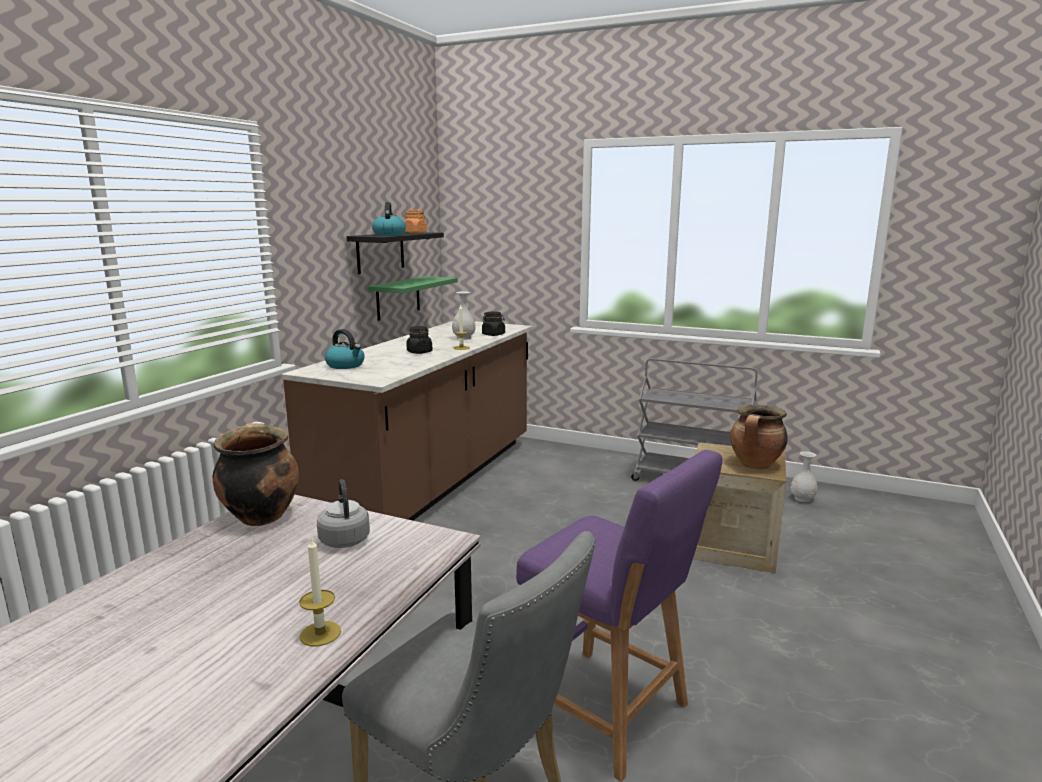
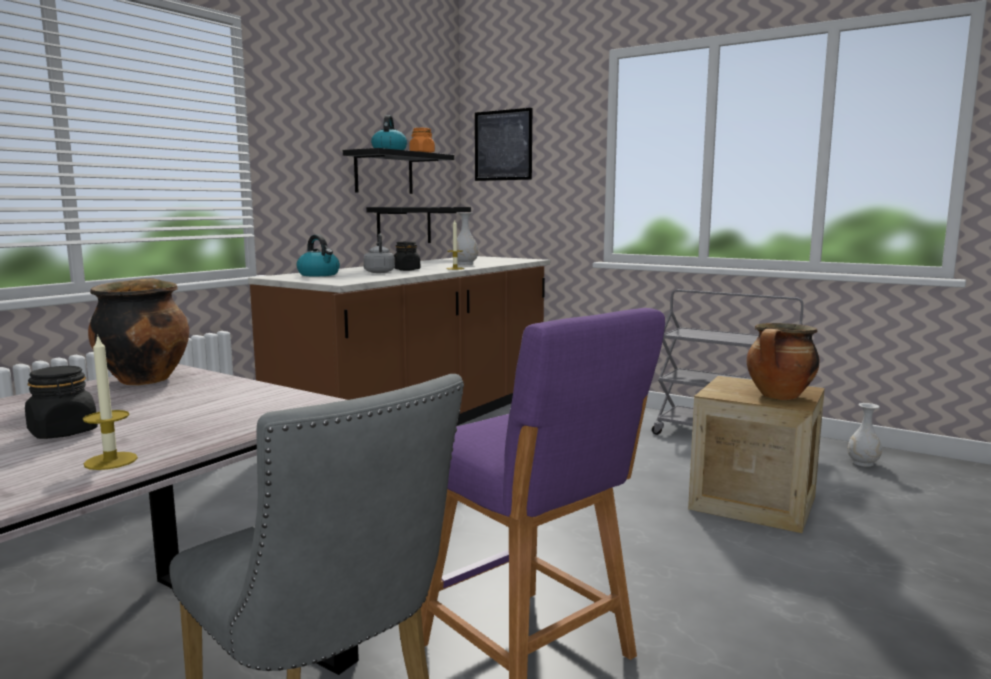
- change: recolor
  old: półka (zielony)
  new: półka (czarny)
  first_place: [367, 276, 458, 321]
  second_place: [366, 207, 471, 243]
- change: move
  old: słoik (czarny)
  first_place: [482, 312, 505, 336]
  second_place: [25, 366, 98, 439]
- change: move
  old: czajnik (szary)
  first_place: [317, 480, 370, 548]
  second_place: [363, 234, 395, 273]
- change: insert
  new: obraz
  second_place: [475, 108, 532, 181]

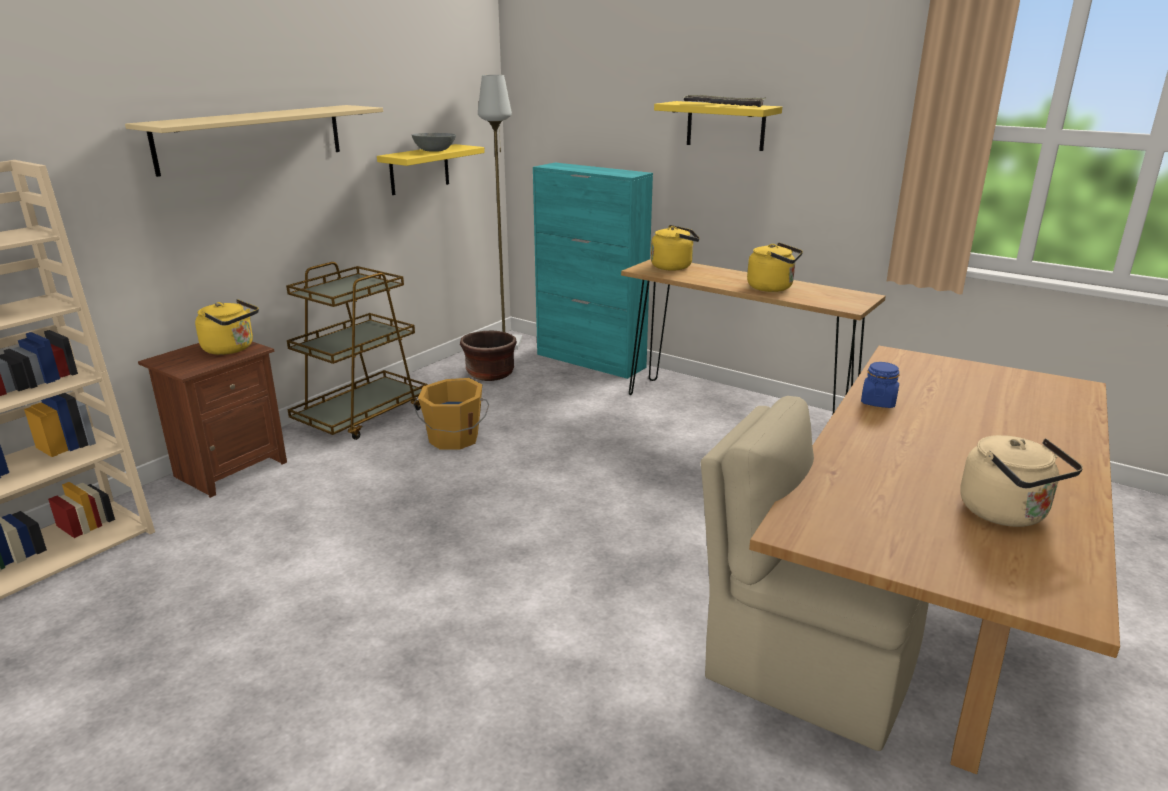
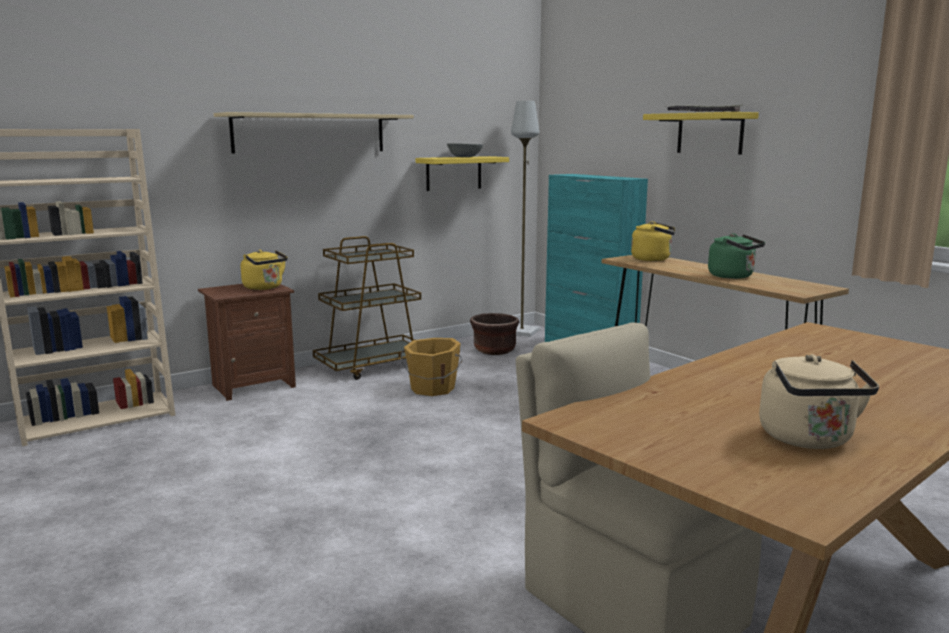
- change: recolor
  old: czajnik (żółty)
  new: czajnik (zielony)
  first_place: [747, 242, 803, 292]
  second_place: [708, 233, 765, 279]
- change: delete
  old: słoik (niebieski)
  first_place: [861, 362, 900, 408]

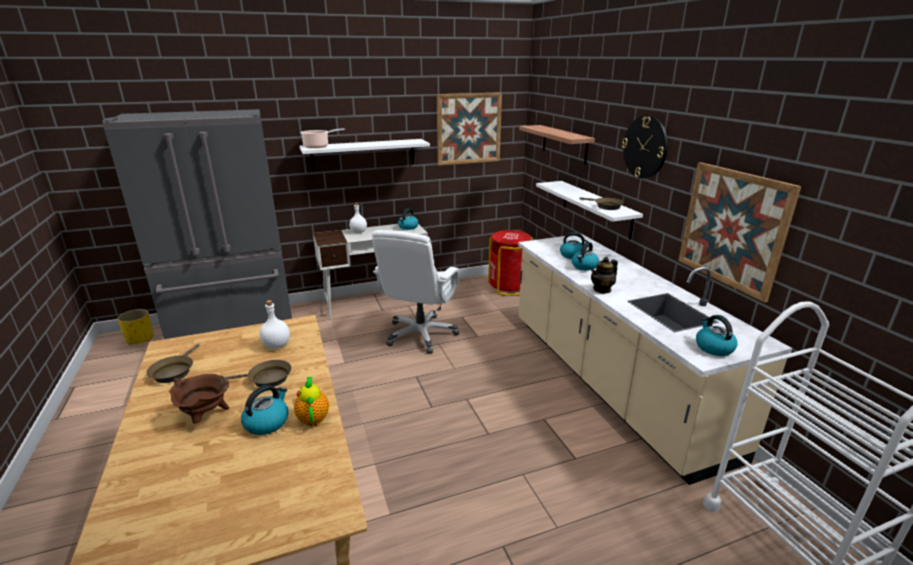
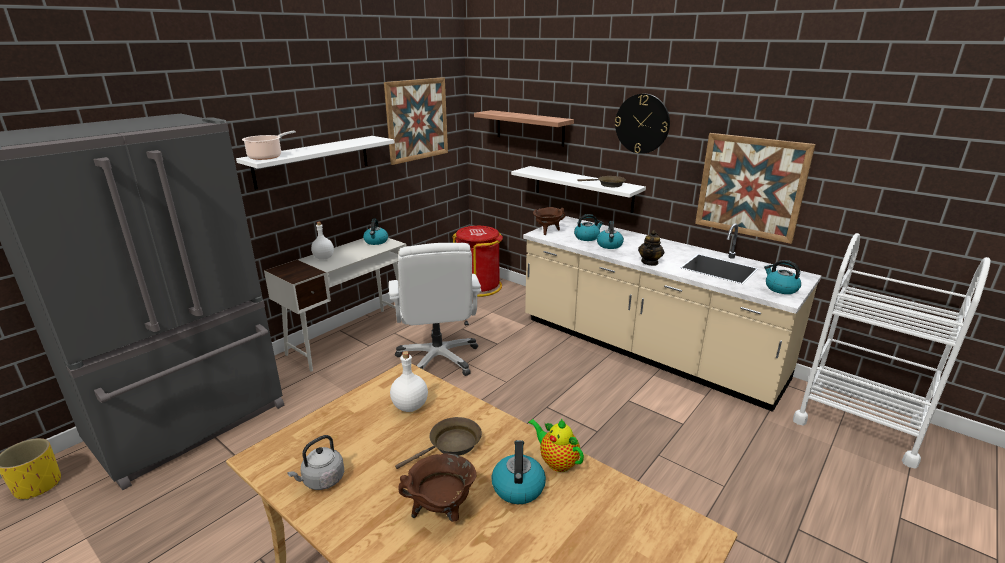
- change: replace
  old: patelnia (brązowy)
  new: czajnik (szary)
  first_place: [147, 344, 200, 383]
  second_place: [287, 435, 344, 490]
- change: insert
  new: garnek (brązowy)
  second_place: [533, 207, 565, 235]

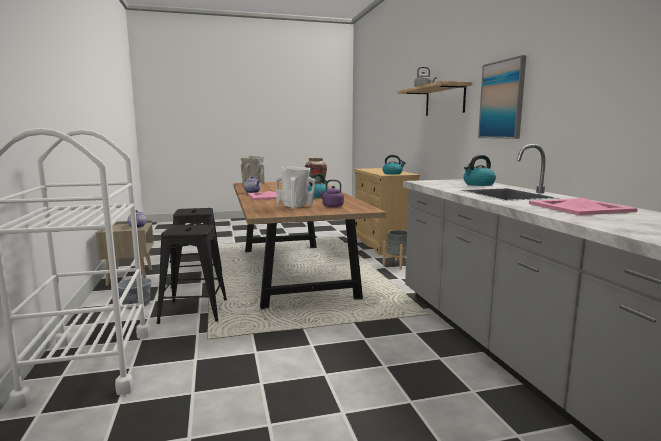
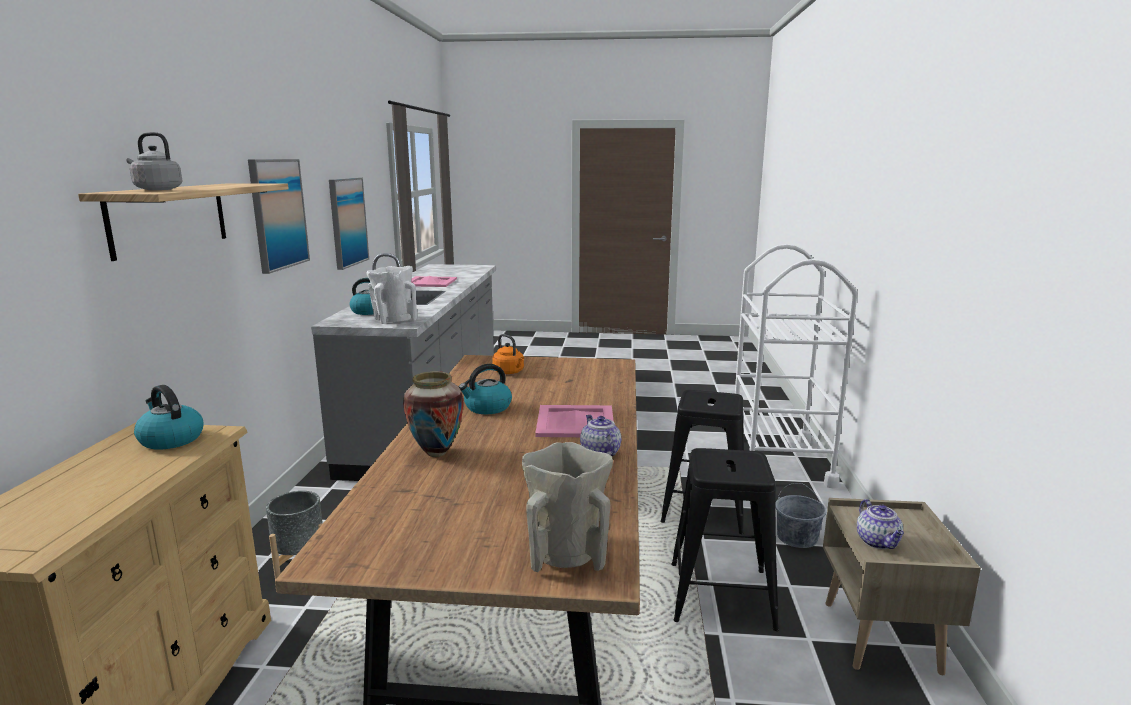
- change: move
  old: wazon (biały)
  first_place: [276, 166, 315, 209]
  second_place: [367, 266, 417, 324]
- change: recolor
  old: czajnik (fioletowy)
  new: czajnik (pomarańczowy)
  first_place: [318, 180, 344, 207]
  second_place: [492, 334, 524, 374]
- change: insert
  new: obraz
  second_place: [329, 177, 369, 270]

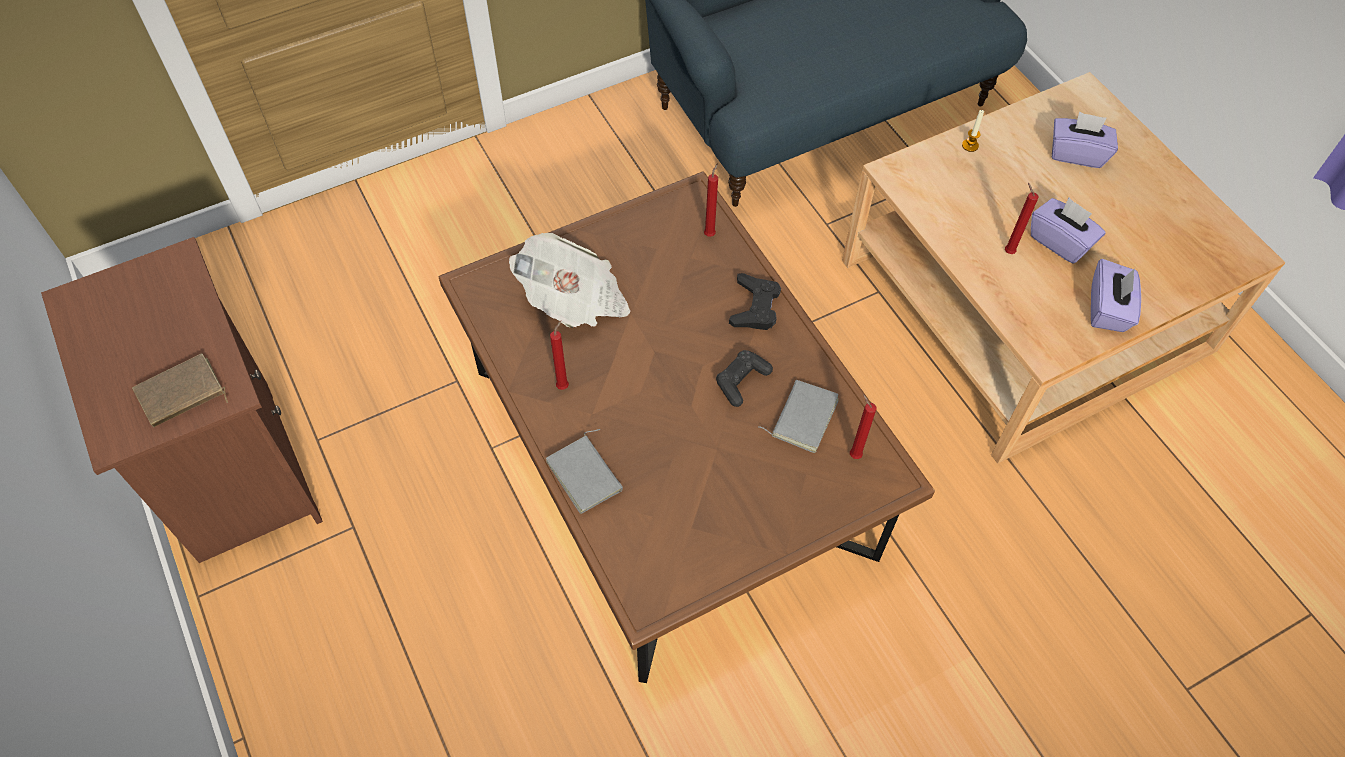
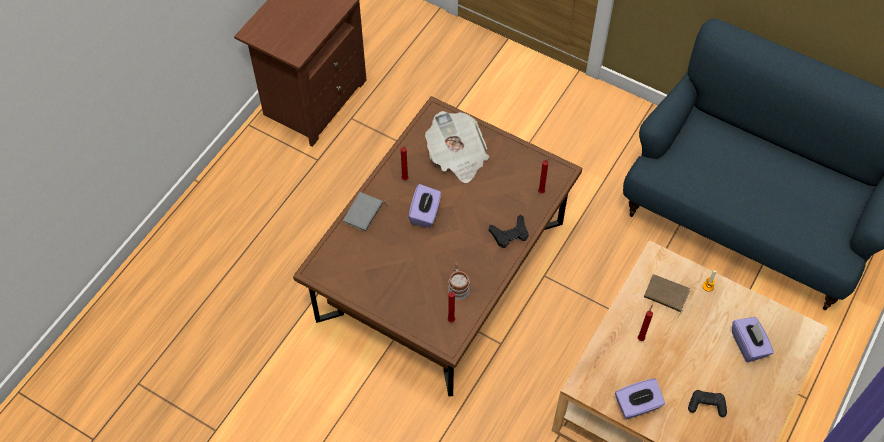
- change: move
  old: pudełko chusteczek (fioletowy)
  first_place: [1031, 198, 1106, 264]
  second_place: [408, 184, 441, 228]
- change: move
  old: pad do gier (czarny)
  first_place: [716, 350, 773, 407]
  second_place: [688, 390, 727, 417]
- change: move
  old: książka (brązowy)
  first_place: [132, 354, 228, 427]
  second_place: [644, 274, 690, 318]
- change: replace
  old: książka (szary)
  new: kubek
  first_place: [758, 380, 839, 453]
  second_place: [448, 263, 470, 300]

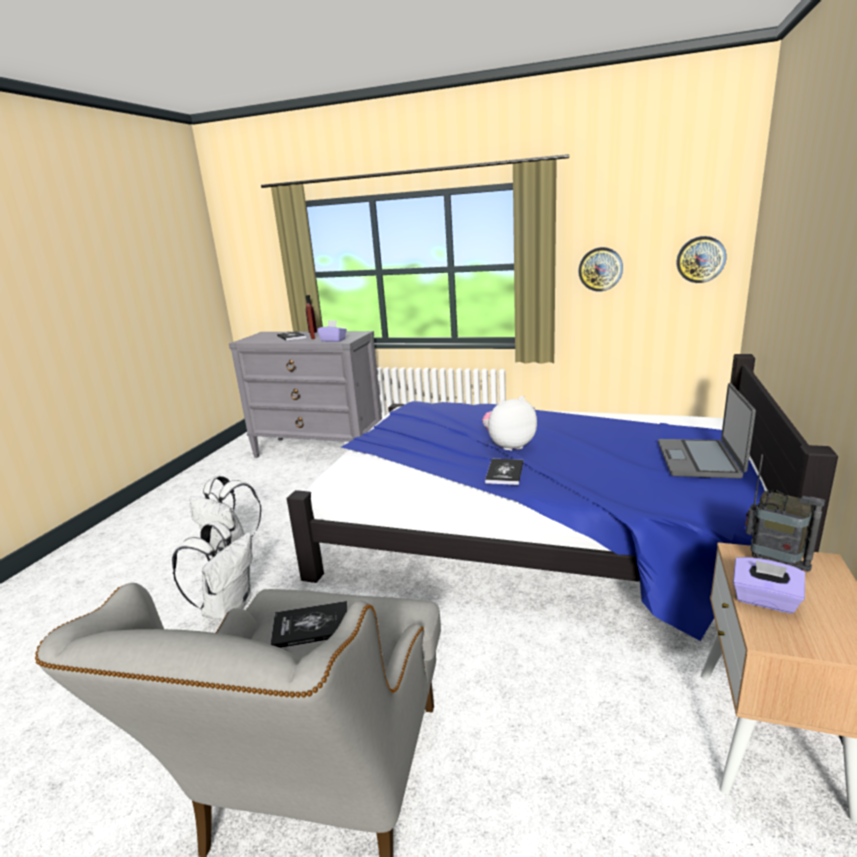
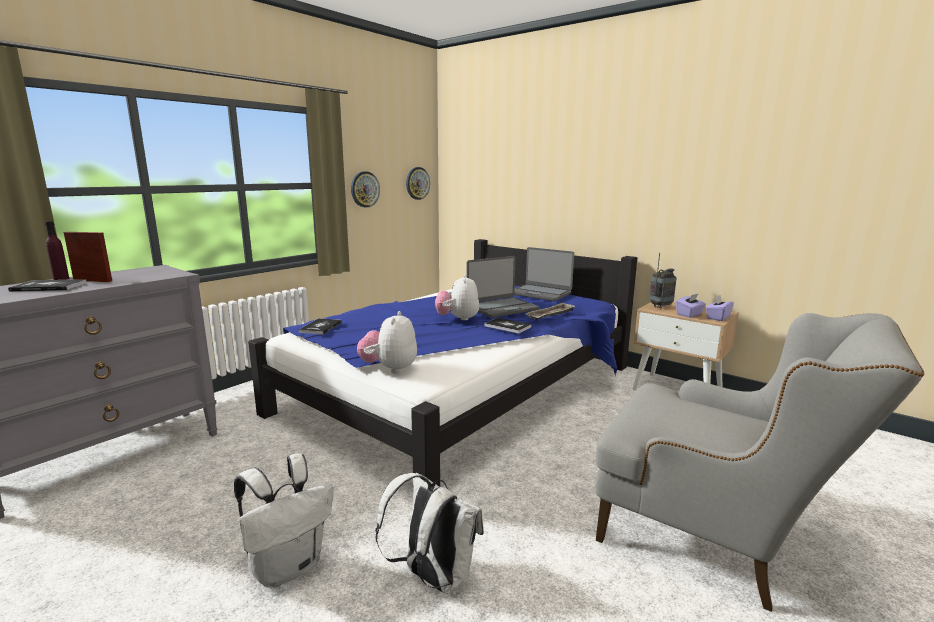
- change: move
  old: pudełko chusteczek (fioletowy)
  first_place: [317, 320, 347, 342]
  second_place: [706, 295, 734, 321]
- change: move
  old: książka
  first_place: [270, 601, 348, 648]
  second_place: [299, 318, 342, 335]
- change: insert
  new: laptop
  second_place: [467, 256, 539, 318]
- change: insert
  new: taca
  second_place: [526, 302, 575, 320]
- change: insert
  new: pluszak
  second_place: [357, 311, 417, 374]

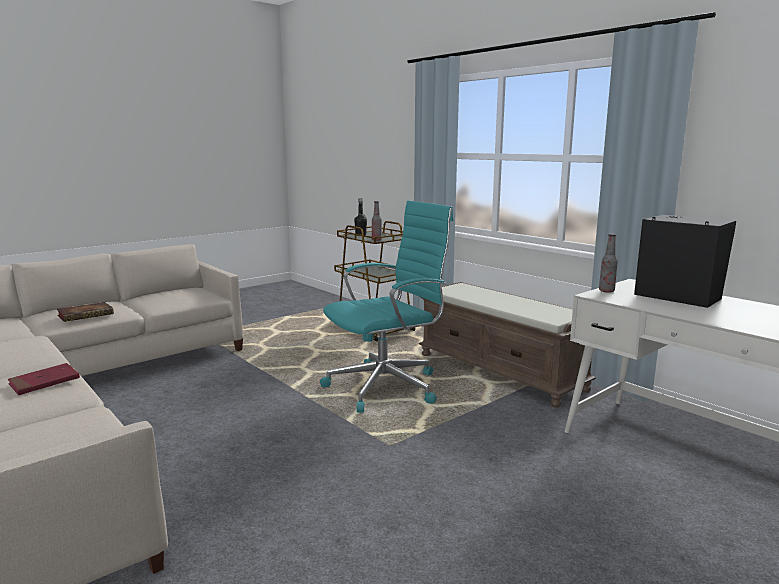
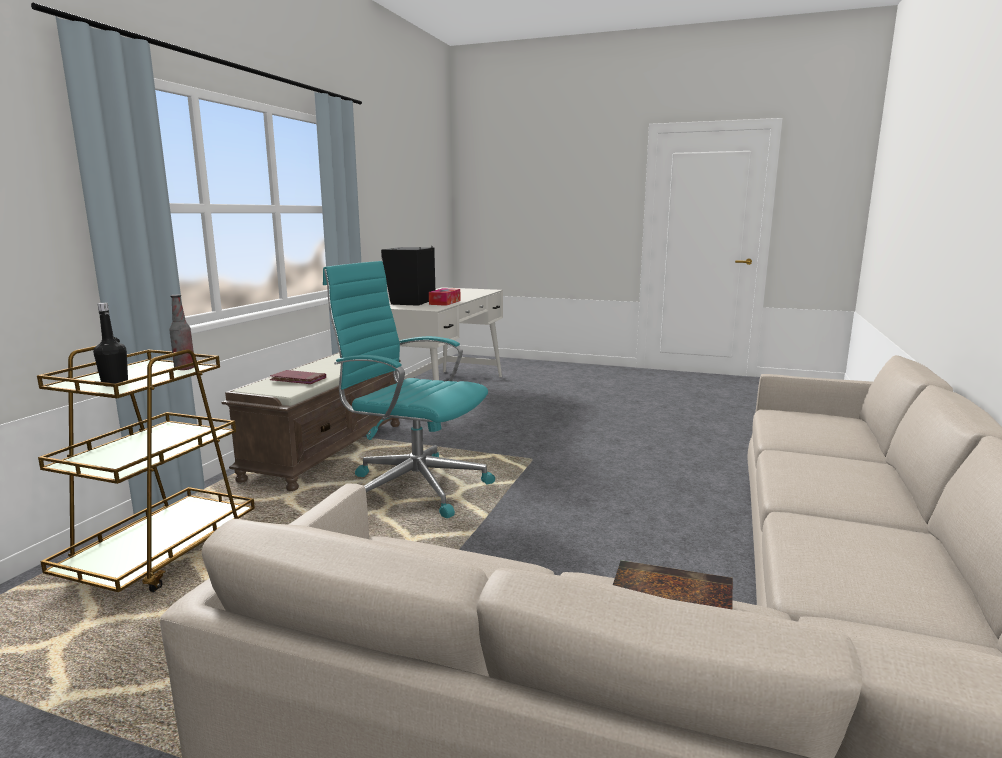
- change: delete
  old: butelka
  first_place: [599, 234, 618, 293]
- change: move
  old: książka (czerwony)
  first_place: [8, 363, 80, 395]
  second_place: [270, 370, 326, 384]
- change: insert
  new: pudełko chusteczek
  second_place: [429, 288, 461, 306]

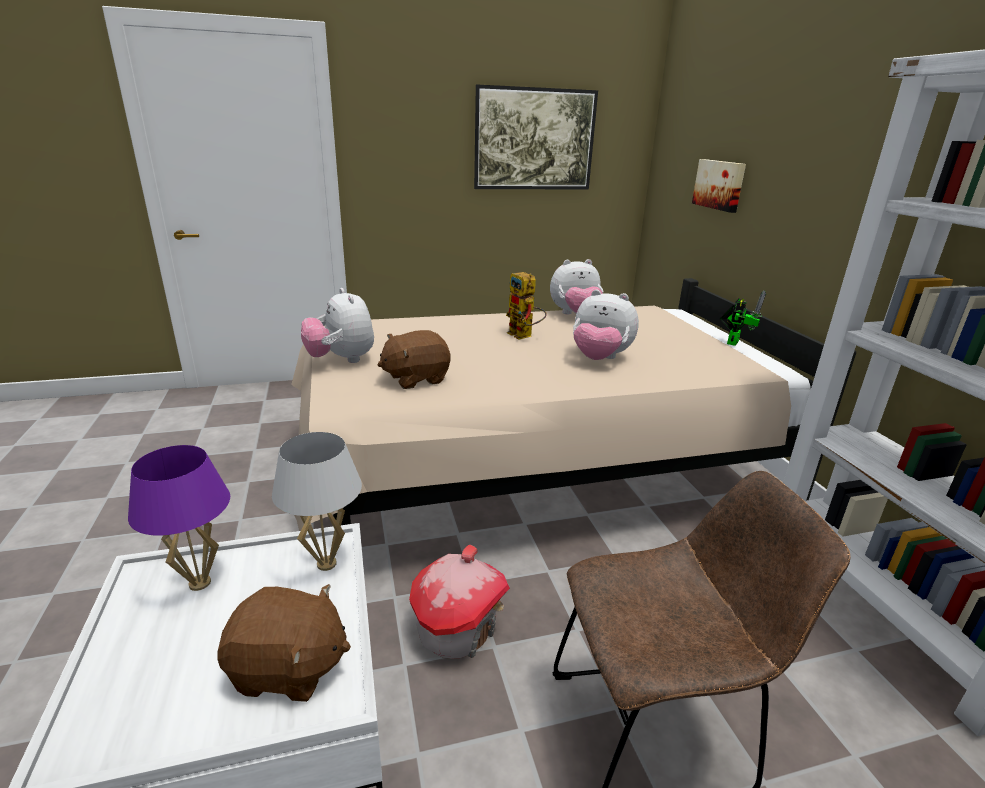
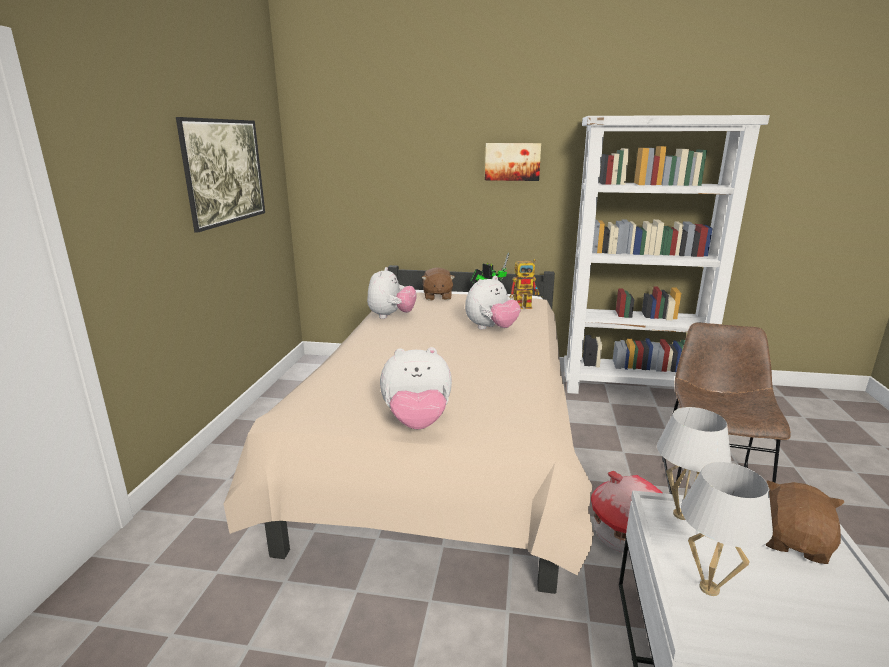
- change: move
  old: obraz
  first_place: [692, 159, 746, 213]
  second_place: [485, 143, 541, 181]
- change: move
  old: robot zabawkowy
  first_place: [506, 272, 547, 339]
  second_place: [510, 259, 539, 309]
- change: move
  old: pluszak (brązowy)
  first_place: [377, 330, 451, 389]
  second_place: [422, 267, 455, 300]
- change: recolor
  old: lampa stołowa (fioletowy)
  new: lampa stołowa (biały)
  first_place: [128, 445, 230, 591]
  second_place: [681, 462, 773, 596]

